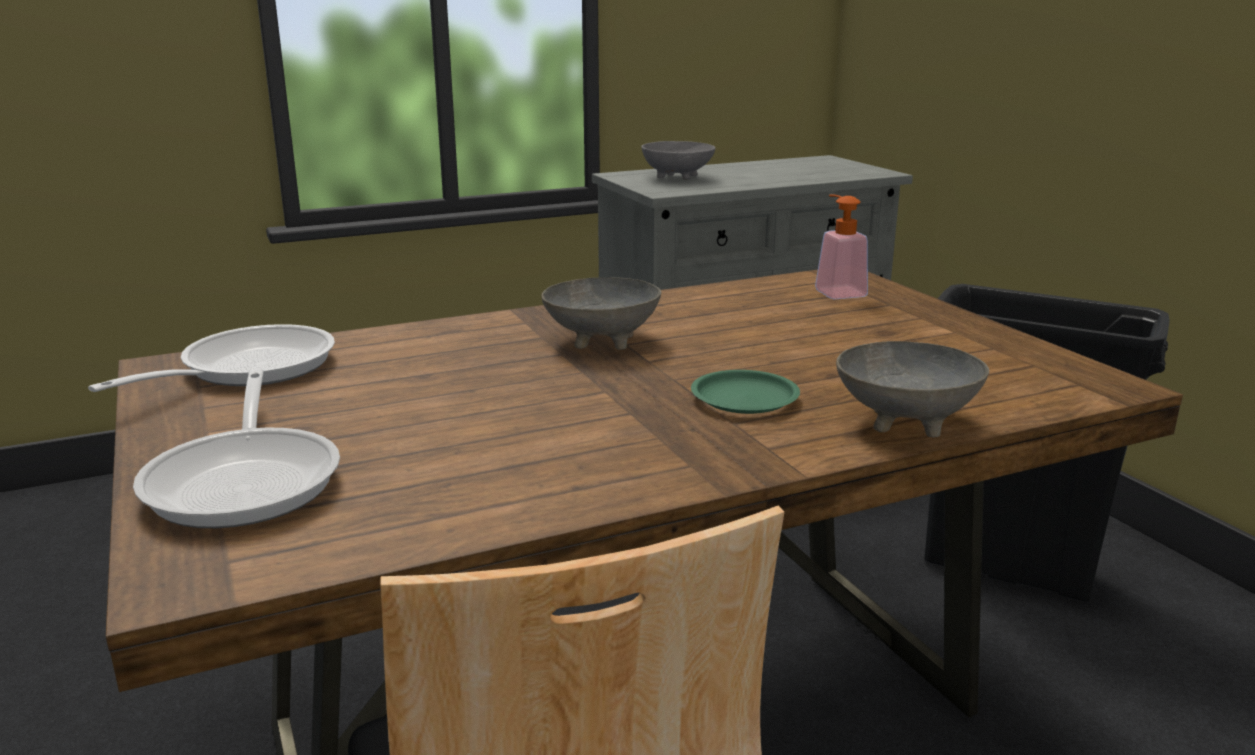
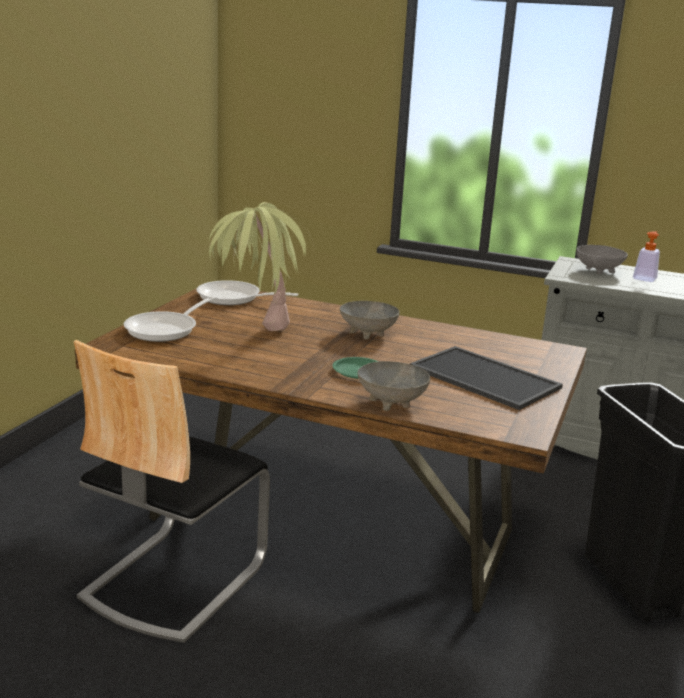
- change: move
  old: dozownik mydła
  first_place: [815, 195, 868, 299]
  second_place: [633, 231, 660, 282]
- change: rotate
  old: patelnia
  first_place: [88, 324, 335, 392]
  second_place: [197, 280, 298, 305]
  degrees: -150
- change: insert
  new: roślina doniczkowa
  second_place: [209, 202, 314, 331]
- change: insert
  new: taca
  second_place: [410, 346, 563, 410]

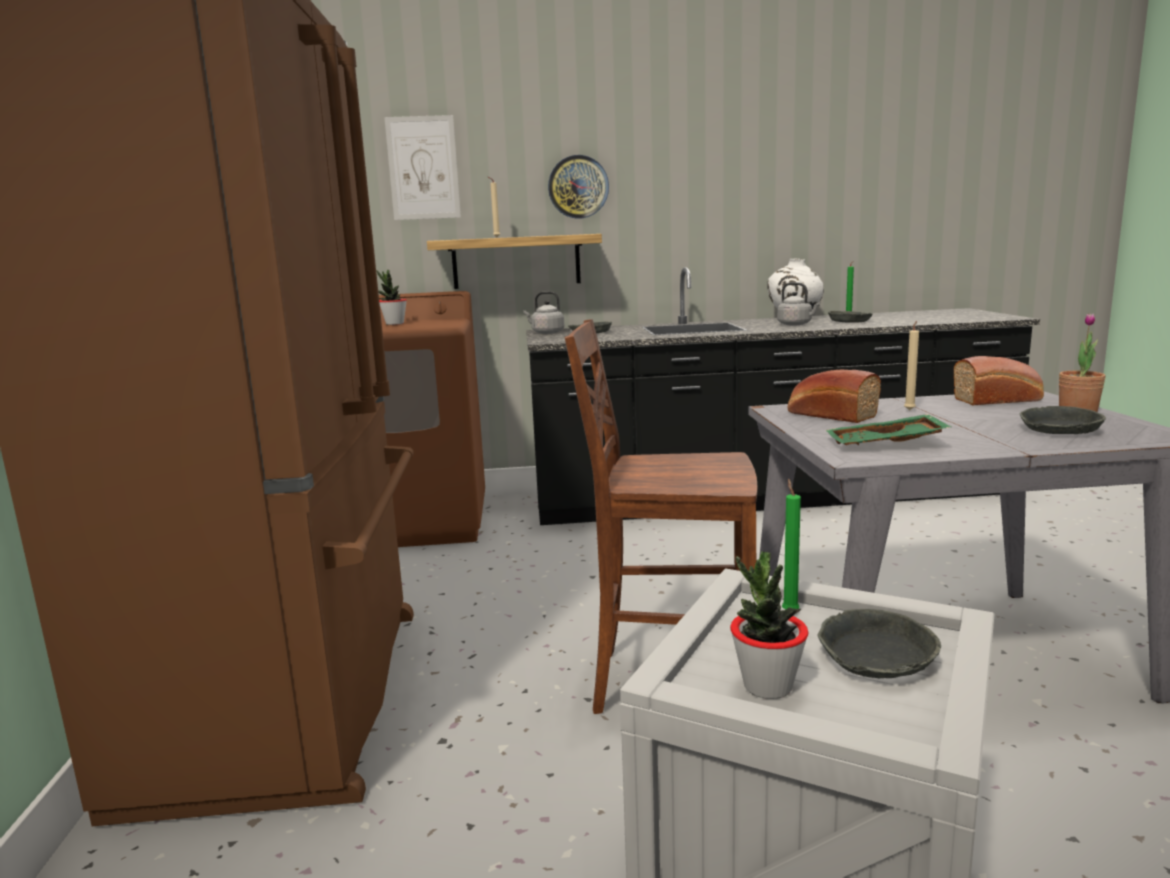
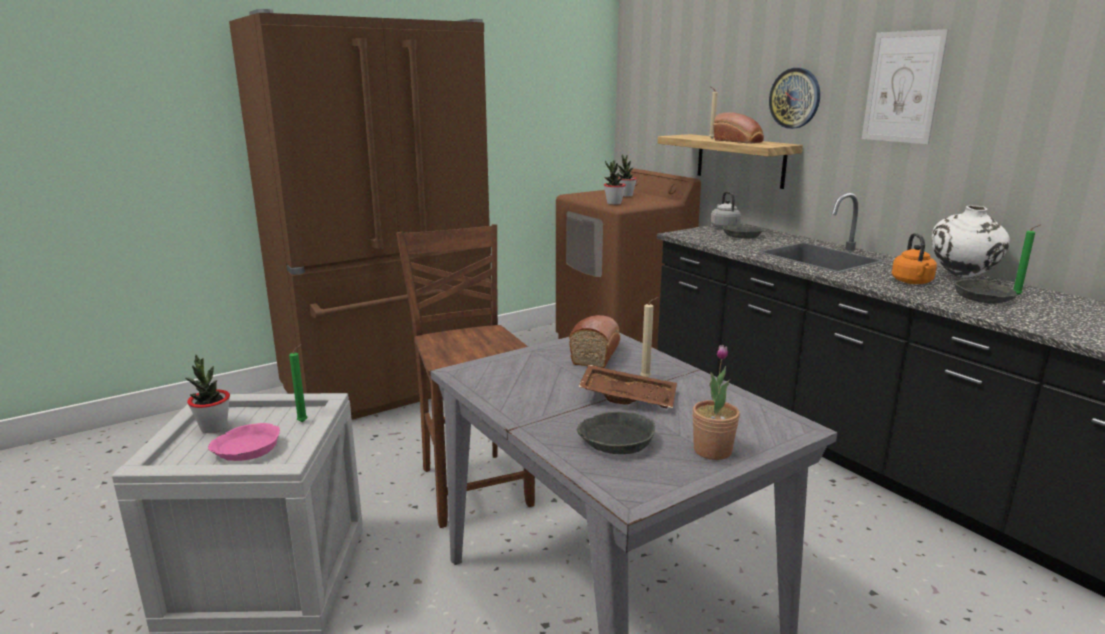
- change: move
  old: obraz
  first_place: [384, 115, 461, 220]
  second_place: [862, 29, 949, 144]
- change: recolor
  old: czajnik (szary)
  new: czajnik (pomarańczowy)
  first_place: [777, 282, 820, 326]
  second_place: [892, 233, 937, 284]
- change: move
  old: chleb
  first_place: [954, 356, 1044, 405]
  second_place: [714, 112, 764, 144]
- change: delete
  old: taca (zielony)
  first_place: [826, 414, 951, 445]
- change: recolor
  old: miska (szary)
  new: miska (różowy)
  first_place: [817, 609, 941, 678]
  second_place: [208, 423, 280, 461]
- change: insert
  new: roślina doniczkowa
  second_place: [604, 160, 626, 205]
- change: insert
  new: taca (brązowy)
  second_place: [578, 365, 677, 408]

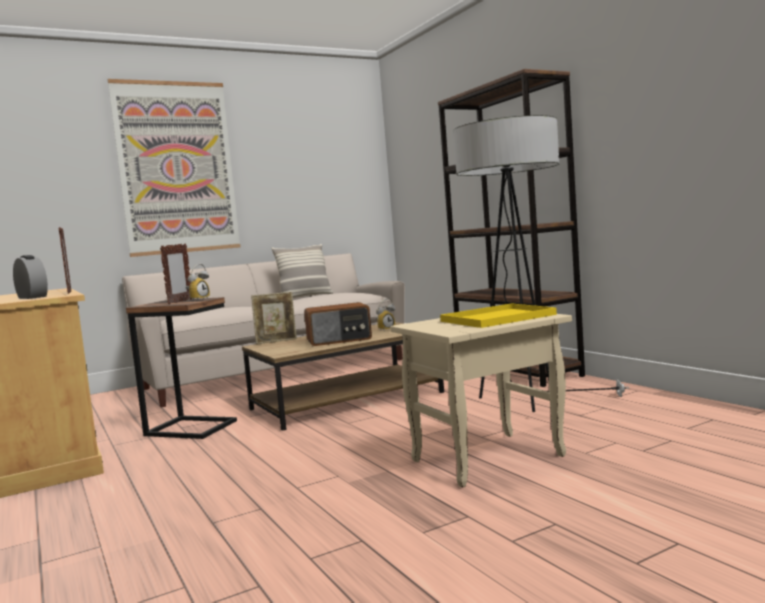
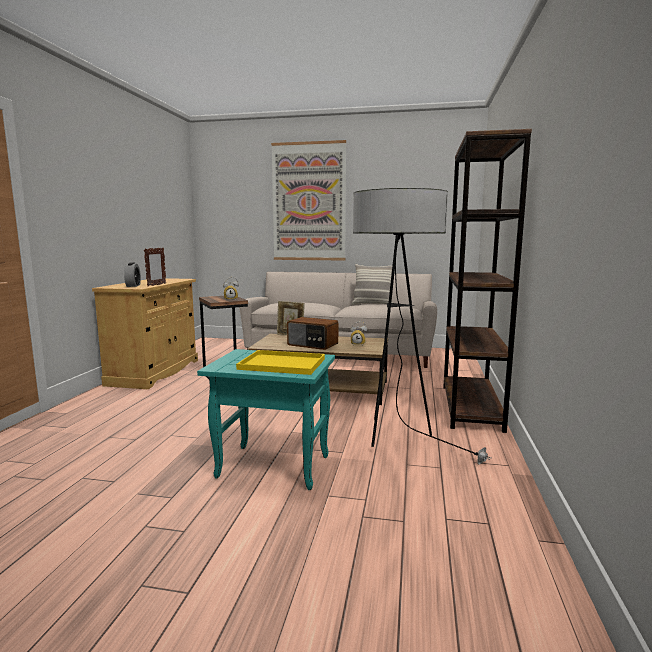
- change: delete
  old: ramka na zdjęcie
  first_place: [160, 243, 192, 304]
- change: recolor
  old: stolik (beżowy)
  new: stolik (turkusowy)
  first_place: [390, 314, 572, 488]
  second_place: [197, 349, 335, 490]

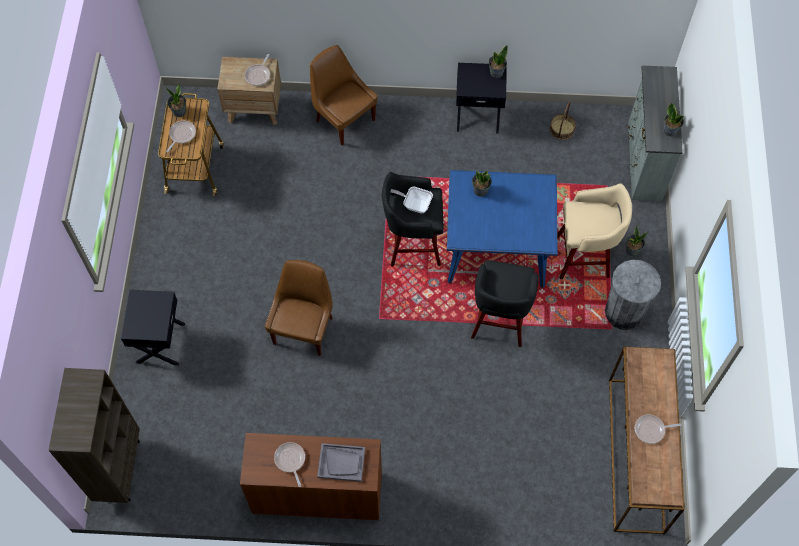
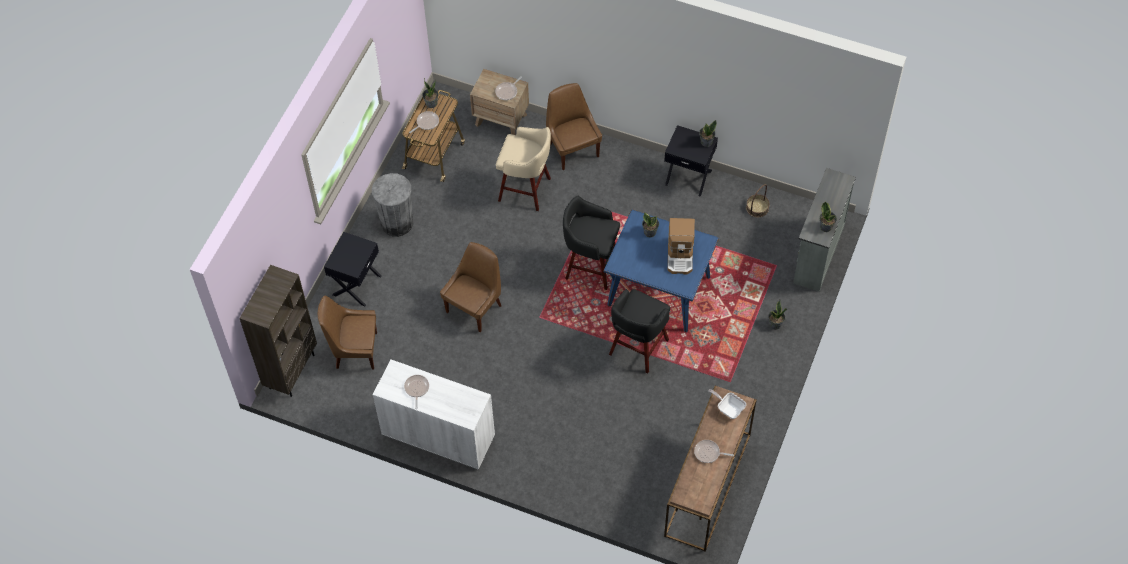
- change: move
  old: stołek (beżowy)
  first_place: [557, 183, 632, 279]
  second_place: [496, 127, 551, 211]
- change: move
  old: patelnia
  first_place: [390, 187, 433, 213]
  second_place: [708, 389, 746, 419]
- change: move
  old: kosz na śmieci (szary)
  first_place: [605, 260, 661, 330]
  second_place: [372, 173, 413, 237]
- change: recolor
  old: szafka (brązowy)
  new: szafka (biały)
  first_place: [240, 433, 382, 520]
  second_place: [373, 359, 495, 470]
- change: delete
  old: taca (szary)
  first_place: [317, 443, 365, 482]
- change: insert
  new: ekspres do kawy
  second_place: [668, 218, 695, 274]
- change: insert
  new: krzesło (brązowy)
  second_place: [318, 296, 377, 370]

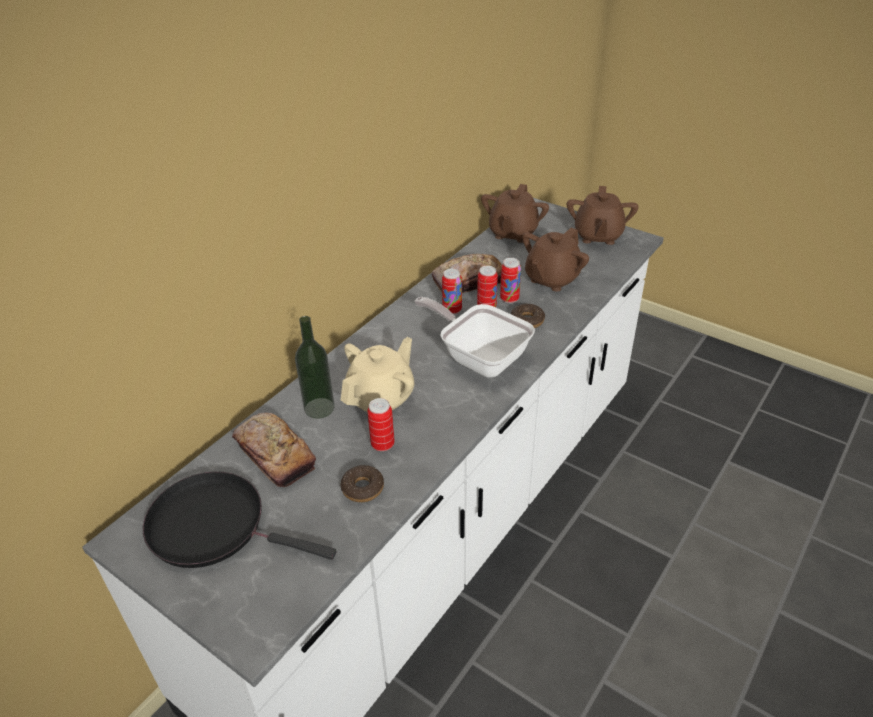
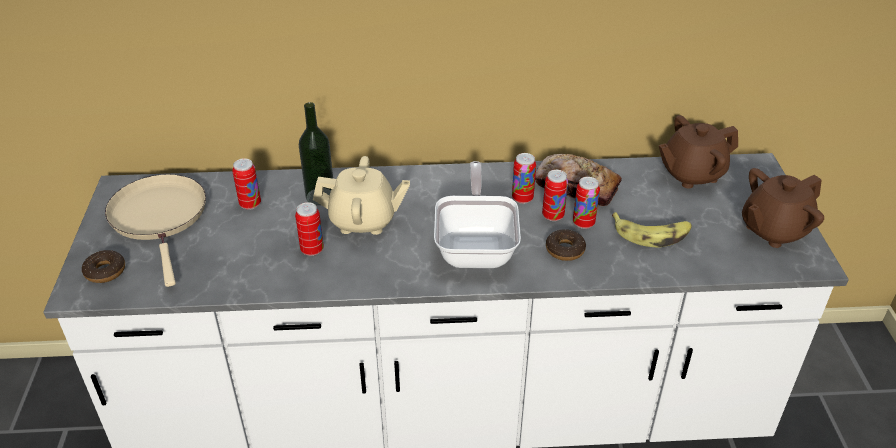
- change: replace
  old: imbryk (brązowy)
  new: banan
  first_place: [522, 228, 589, 292]
  second_place: [612, 212, 692, 248]
- change: replace
  old: chleb
  new: puszka
  first_place: [232, 413, 316, 487]
  second_place: [232, 158, 261, 210]
- change: move
  old: donut
  first_place: [341, 465, 384, 502]
  second_place: [82, 250, 125, 283]
- change: recolor
  old: patelnia (czarny)
  new: patelnia (beżowy)
  first_place: [143, 472, 337, 568]
  second_place: [105, 174, 206, 287]

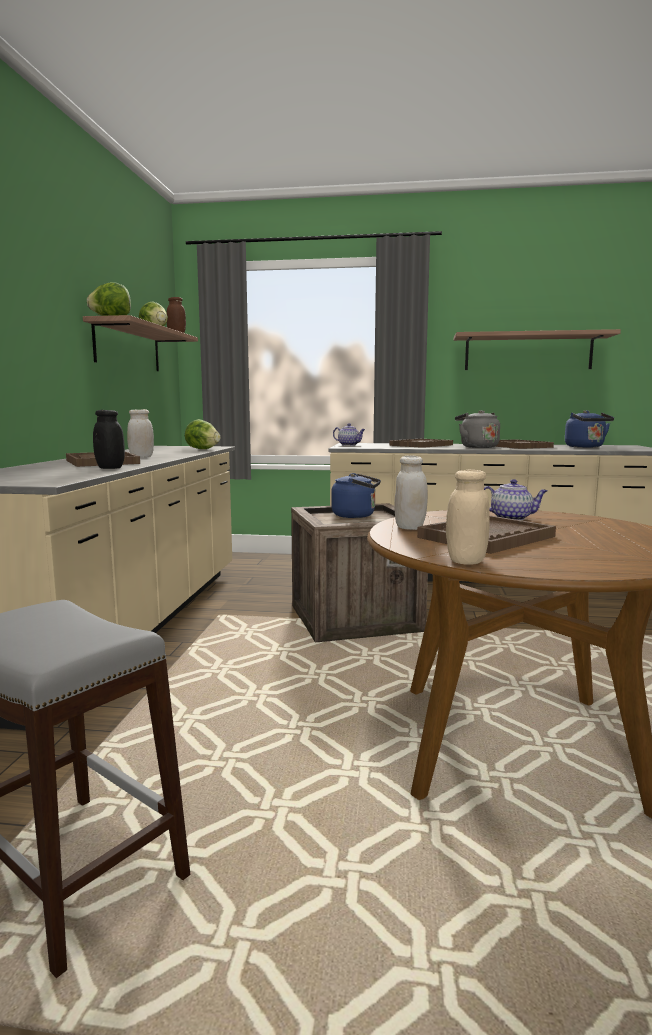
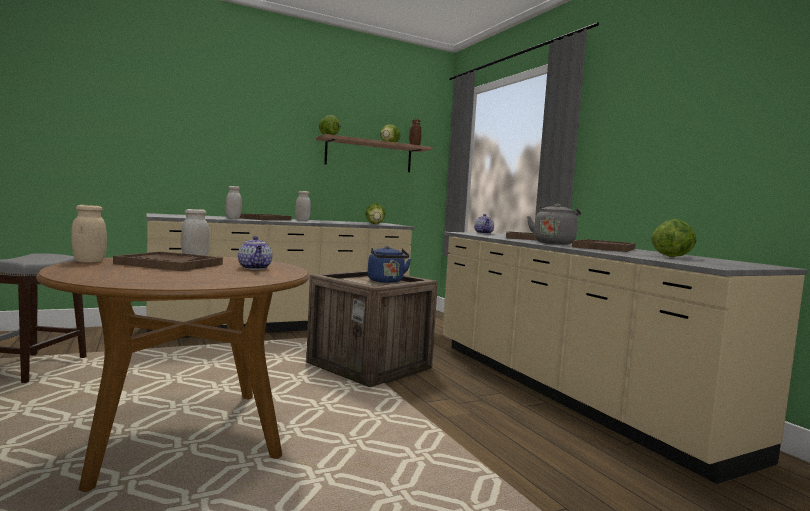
- change: delete
  old: półka
  first_place: [454, 329, 621, 370]
- change: recolor
  old: słoik (czarny)
  new: słoik (biały)
  first_place: [93, 410, 125, 469]
  second_place: [226, 186, 242, 219]
- change: replace
  old: czajnik (niebieski)
  new: sałata
  first_place: [565, 410, 614, 448]
  second_place: [651, 219, 697, 257]

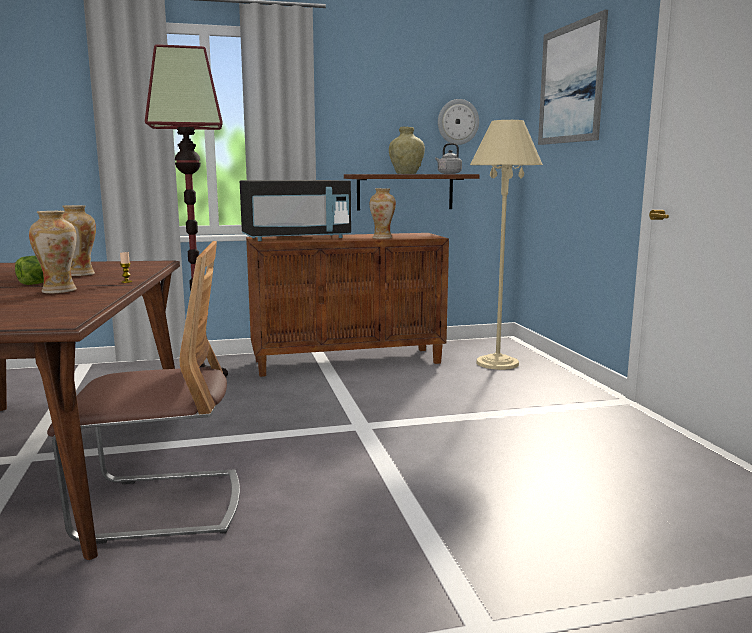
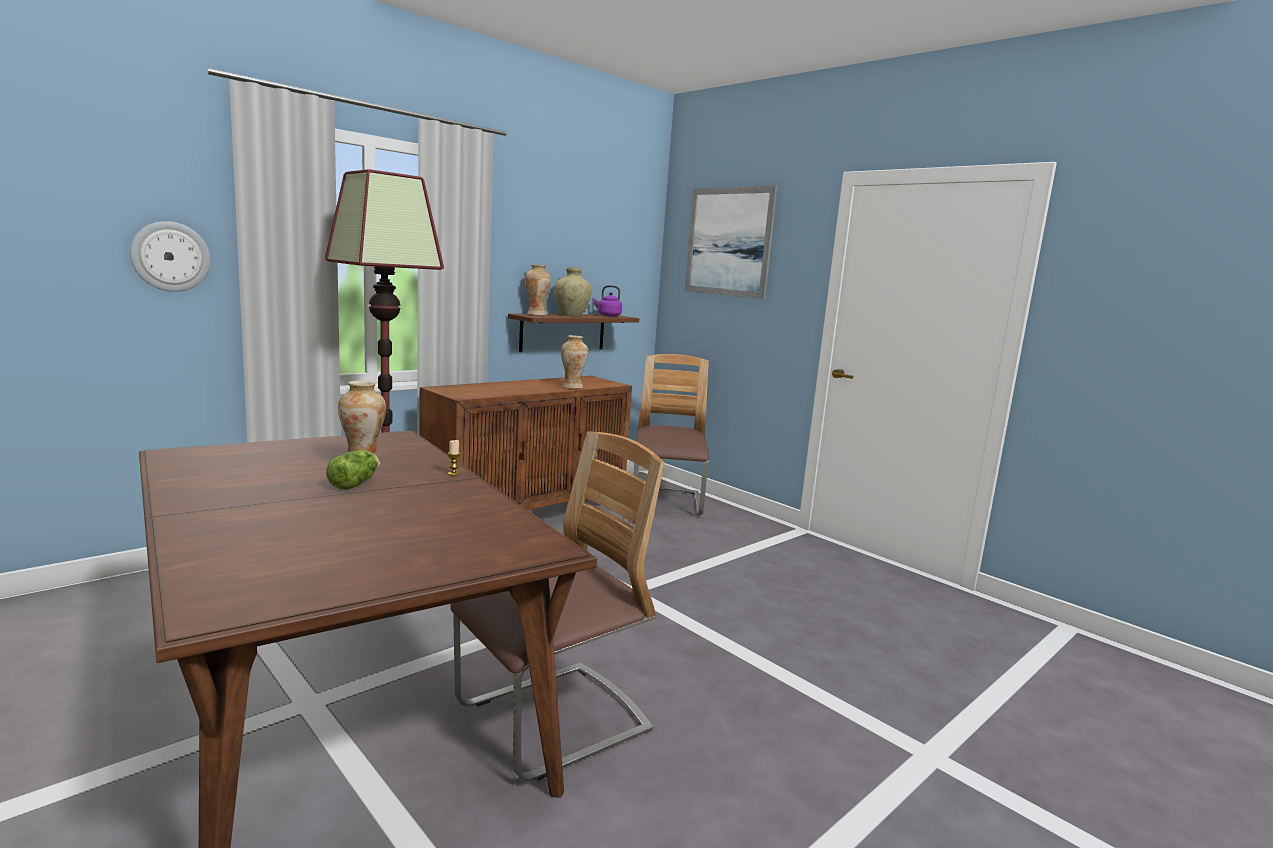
- change: move
  old: zegar ścienny
  first_place: [438, 99, 479, 145]
  second_place: [130, 221, 211, 292]
- change: replace
  old: lampa stojąca (beżowy)
  new: krzesło
  first_place: [470, 120, 543, 370]
  second_place: [634, 354, 709, 515]
- change: recolor
  old: czajnik (szary)
  new: czajnik (fioletowy)
  first_place: [435, 143, 462, 174]
  second_place: [592, 285, 622, 317]
- change: delete
  old: mikrofalówka (czarny)
  first_place: [240, 180, 351, 241]
- change: move
  old: wazon
  first_place: [29, 211, 77, 293]
  second_place: [525, 264, 551, 315]

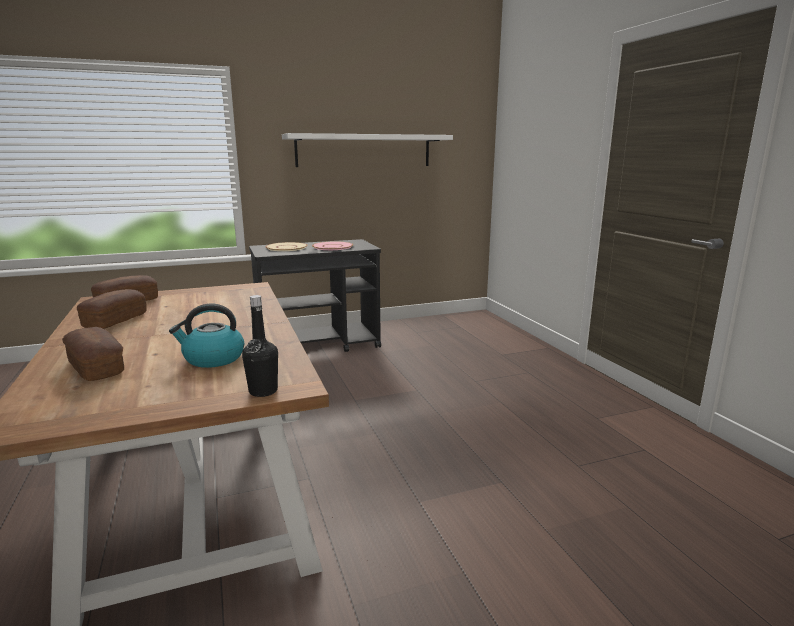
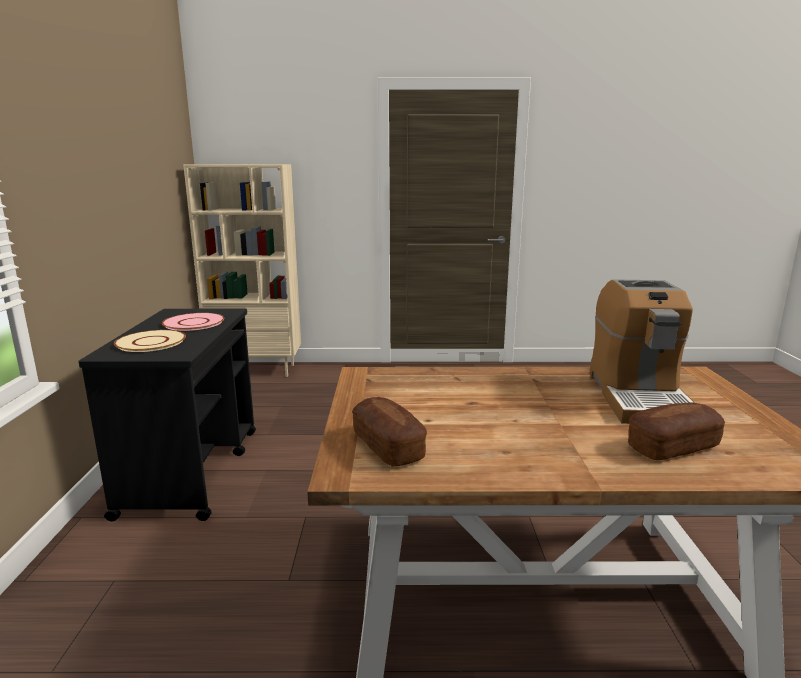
- change: delete
  old: półka (biały)
  first_place: [282, 133, 453, 167]
- change: delete
  old: chleb
  first_place: [77, 289, 147, 329]
- change: delete
  old: butelka (czarny)
  first_place: [242, 295, 278, 397]
- change: replace
  old: czajnik
  new: ekspres do kawy
  first_place: [169, 304, 244, 368]
  second_place: [589, 279, 695, 424]
- change: insert
  new: regał (beżowy)
  second_place: [183, 164, 301, 377]

